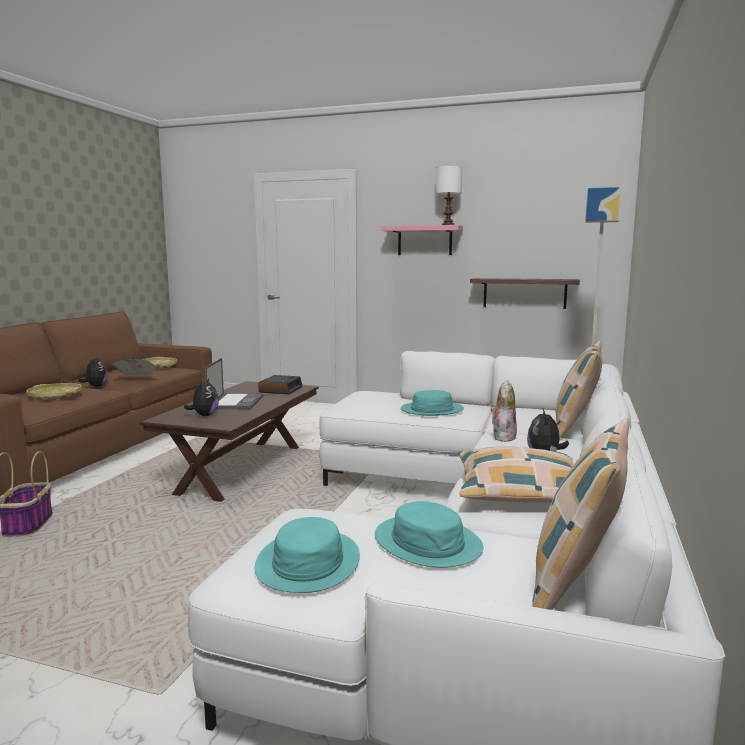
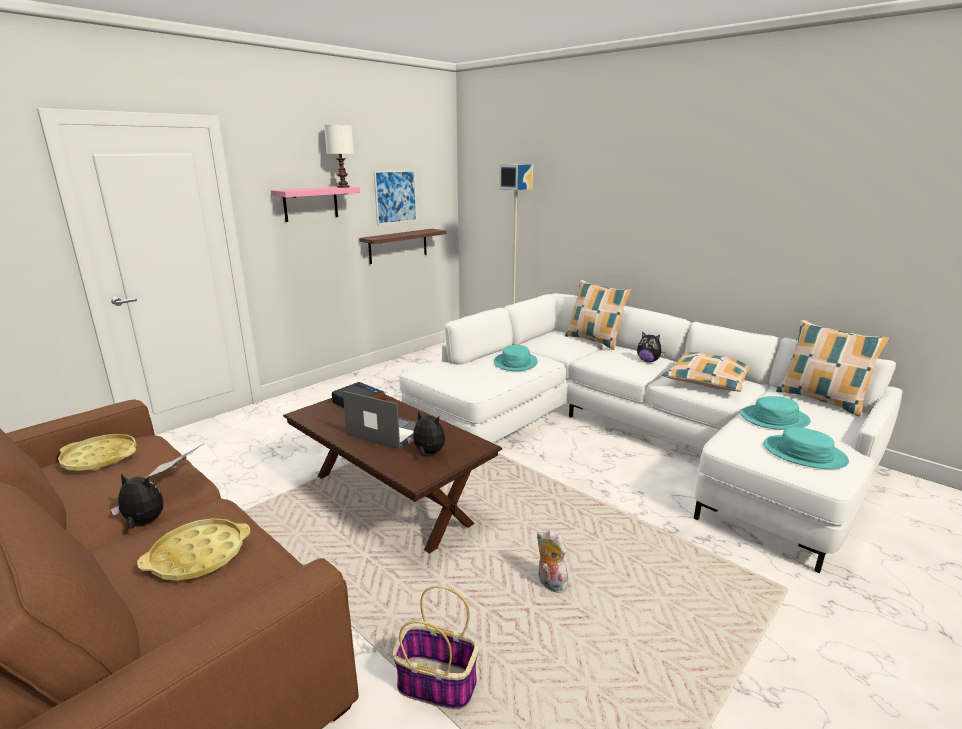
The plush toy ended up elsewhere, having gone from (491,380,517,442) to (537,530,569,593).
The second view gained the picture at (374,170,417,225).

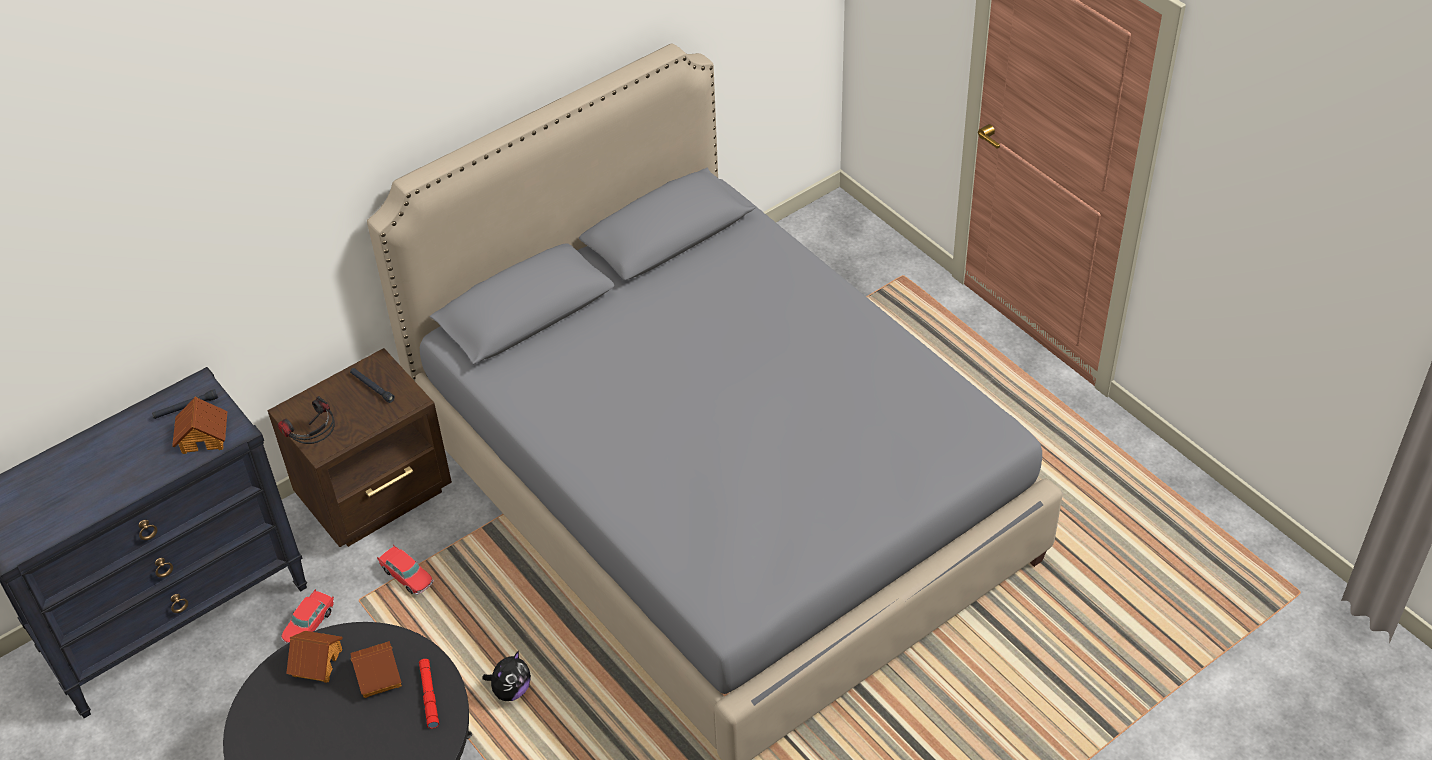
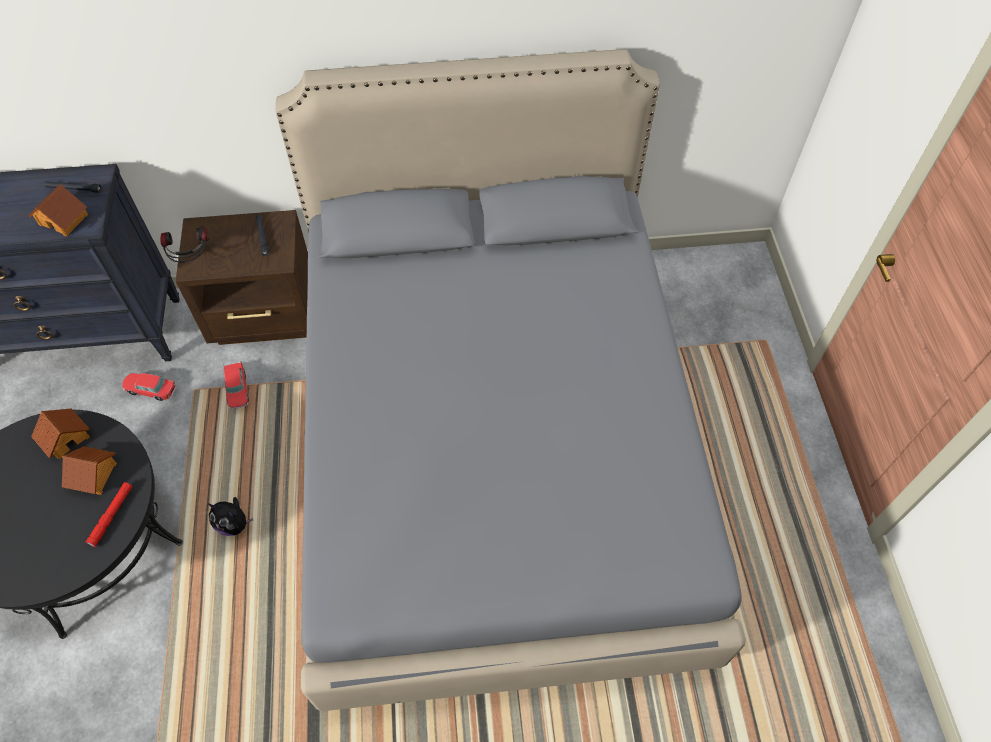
The toy car at (281,589,334,643) ended up facing another way, 45 degrees clockwise from before.
The plush toy at (482,651,531,701) ended up facing another way, 45 degrees clockwise from before.

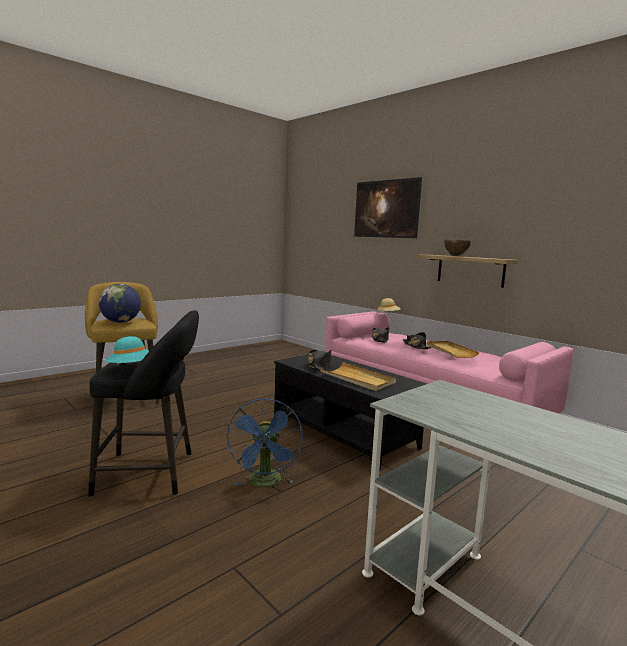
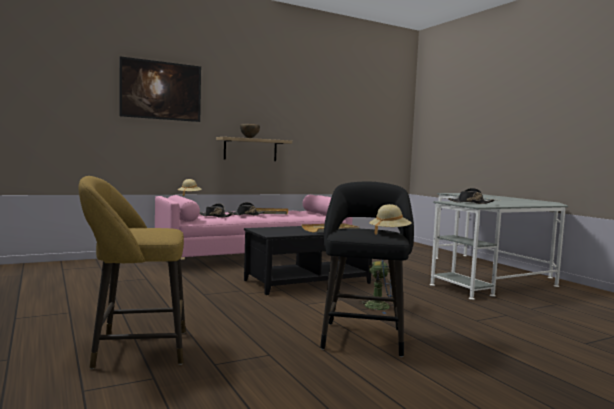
The second view lost the globe at (99,284,141,323).
What was the turquoise hat at (105,336,149,365) turned into the beige hat at (369,204,411,234).
The black hat ended up elsewhere, having gone from (308,349,332,370) to (448,188,495,204).

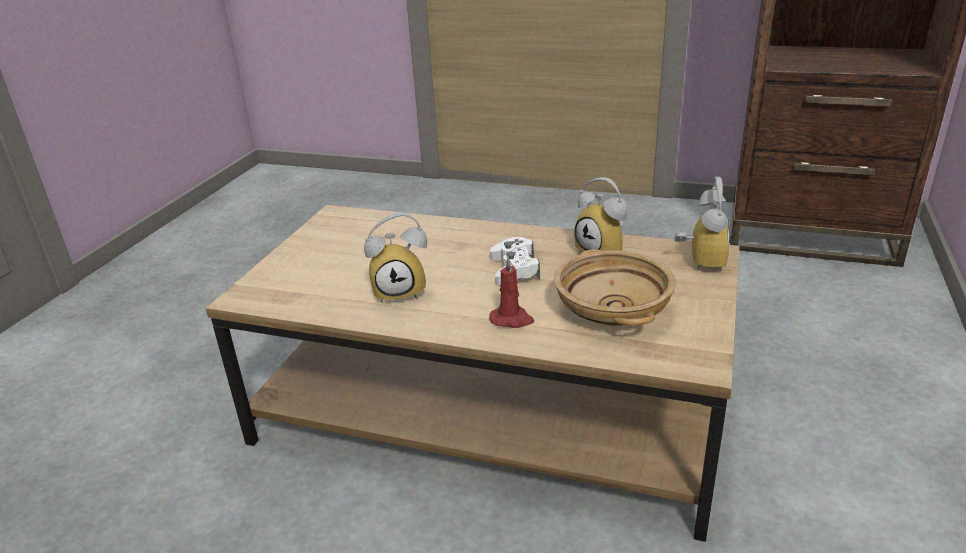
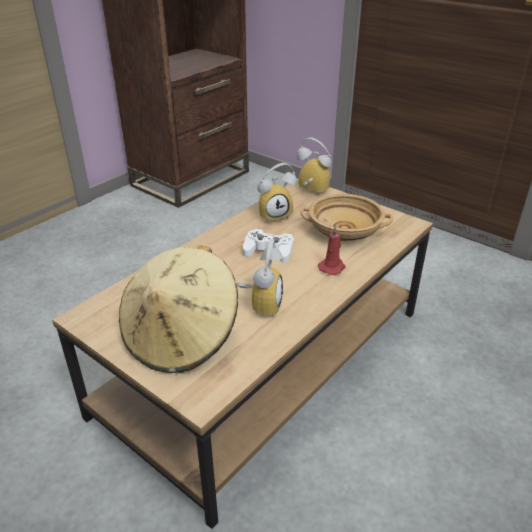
The second view gained the beige hat at (119,245,238,373).

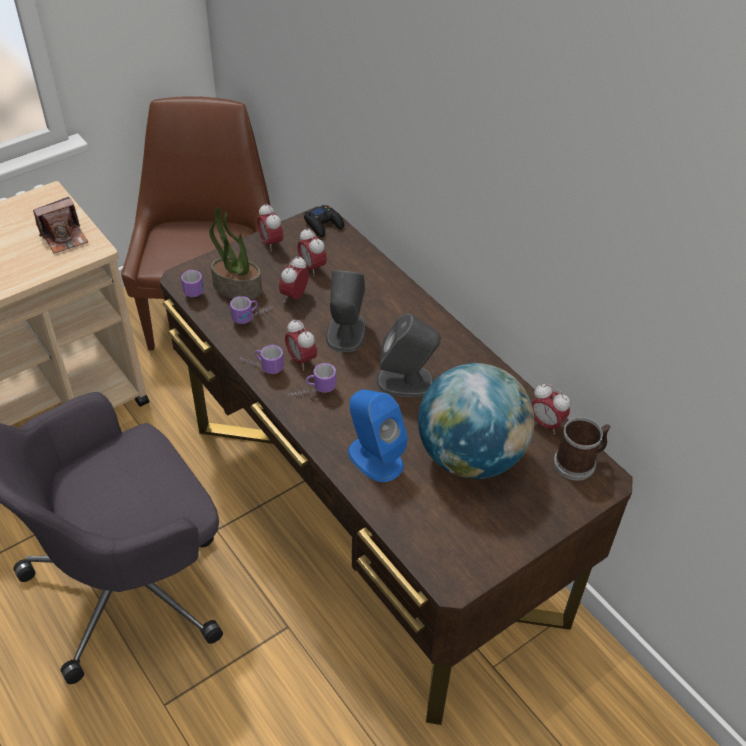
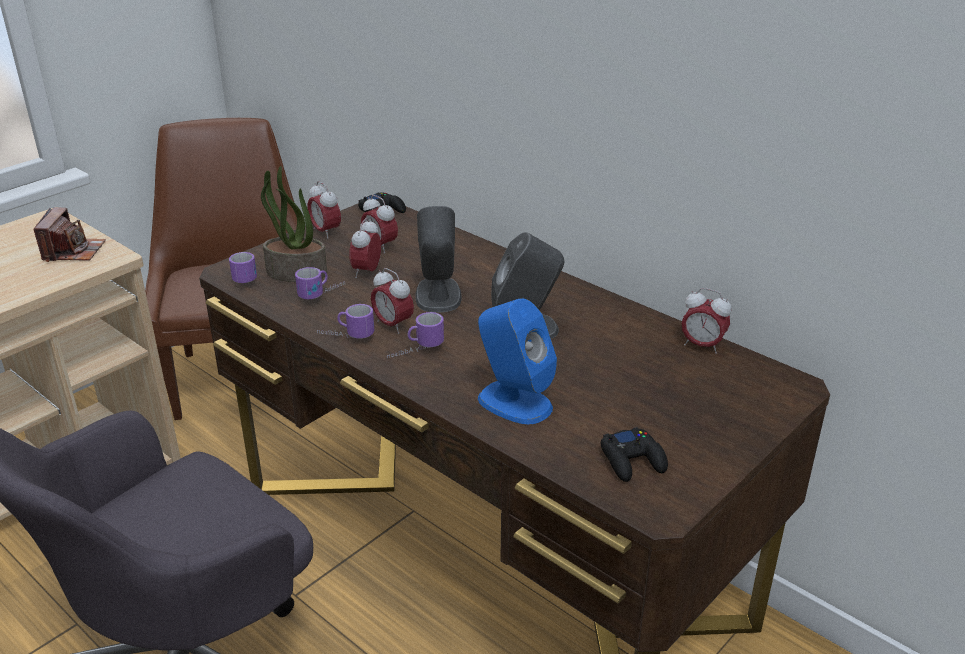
The photo camera at (33,197,88,254) ended up facing another way, 45 degrees counterclockwise from before.
The second view lost the globe at (418,363,534,479).
The second view lost the mug at (554,417,610,481).
The second view gained the black game controller at (601,427,668,482).

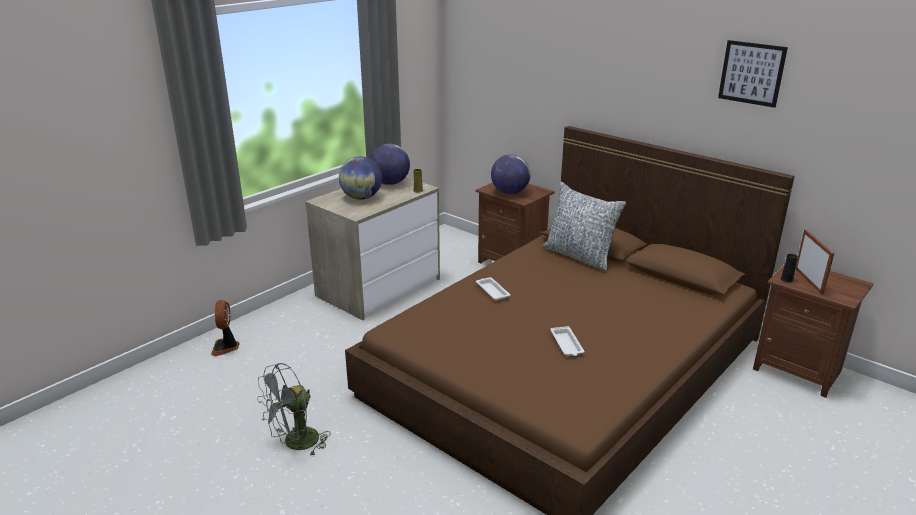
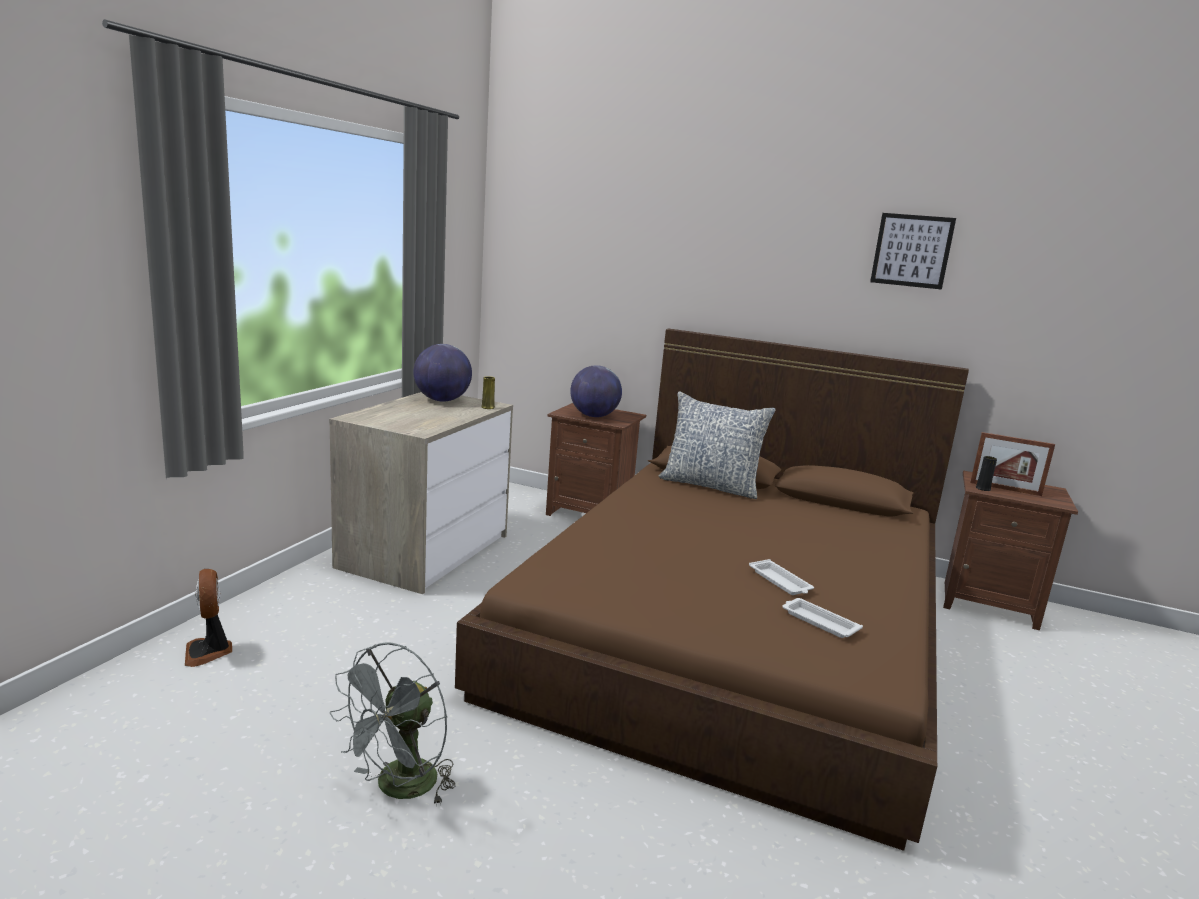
The second view lost the globe at (339,156,382,200).
The white tray ended up elsewhere, having gone from (476,277,511,300) to (782,598,863,638).
The picture frame at (795,230,834,295) ended up facing another way, 135 degrees clockwise from before.

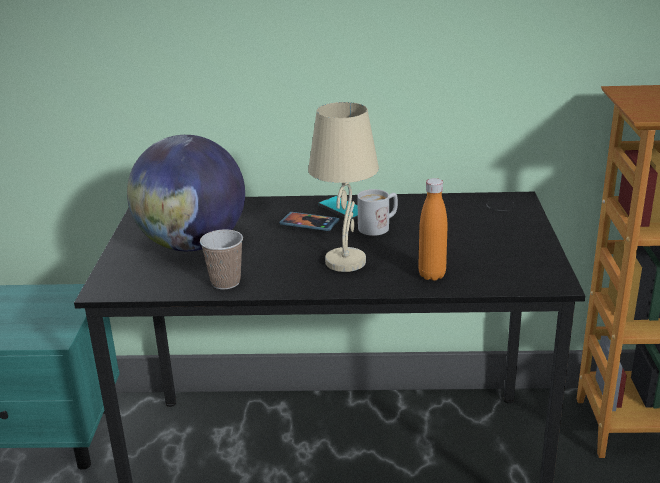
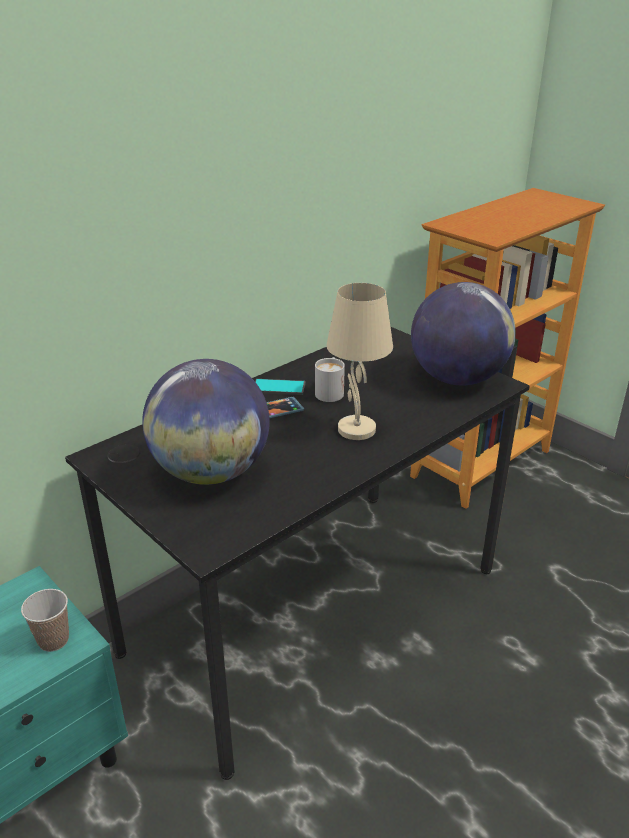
The cup ended up elsewhere, having gone from (200,229,243,289) to (21,589,69,652).
The second view lost the orange bottle at (418,178,447,281).
The second view gained the globe at (411,282,516,386).

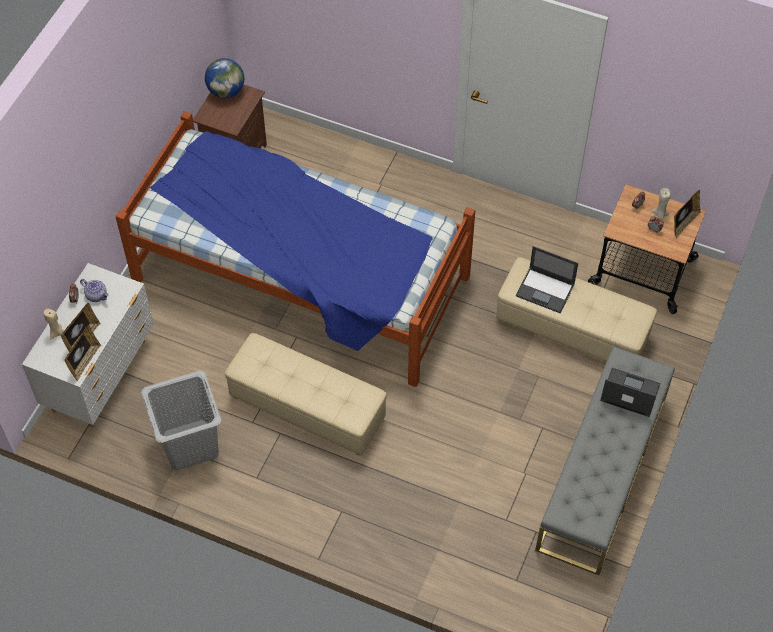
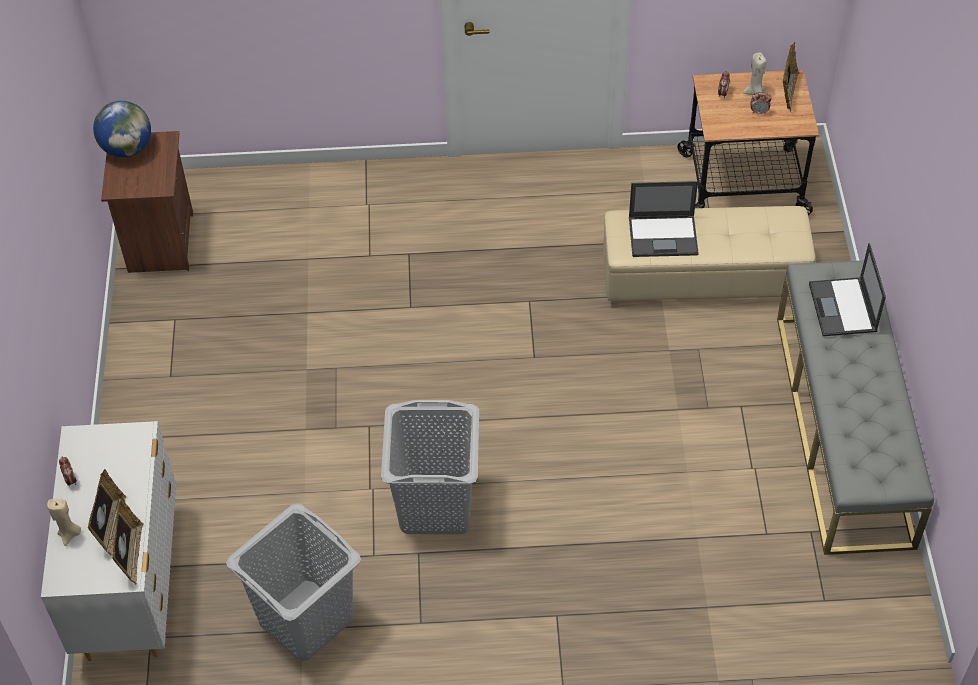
The second view lost the teapot at (80,279,109,302).
The second view lost the bed at (115,111,475,387).
Where the beige ottoman stood at (225,333,387,456), the grey laundry basket came to stand at (381,400,479,534).
The laptop at (600,368,661,417) ended up facing another way, 90 degrees counterclockwise from before.

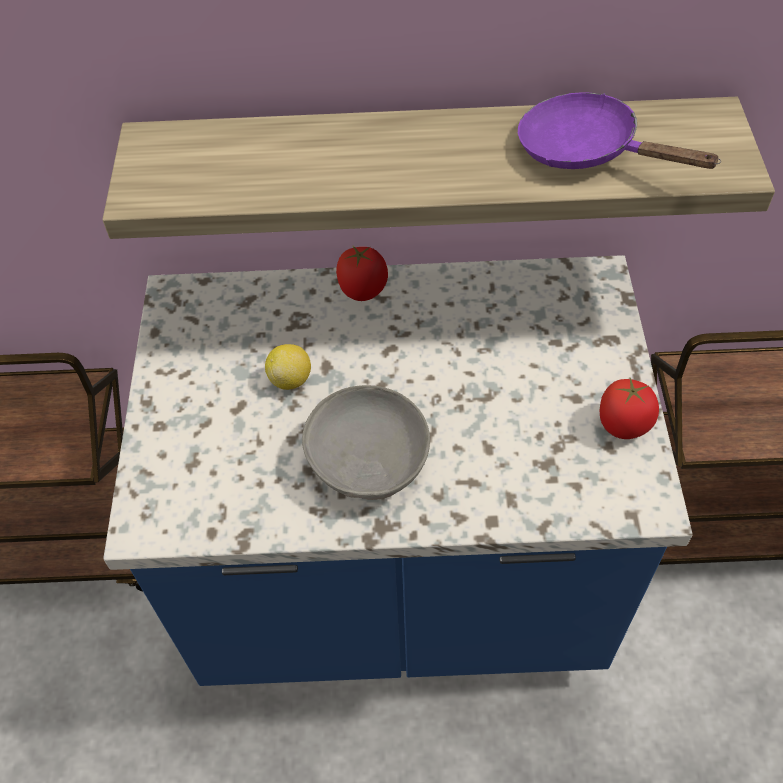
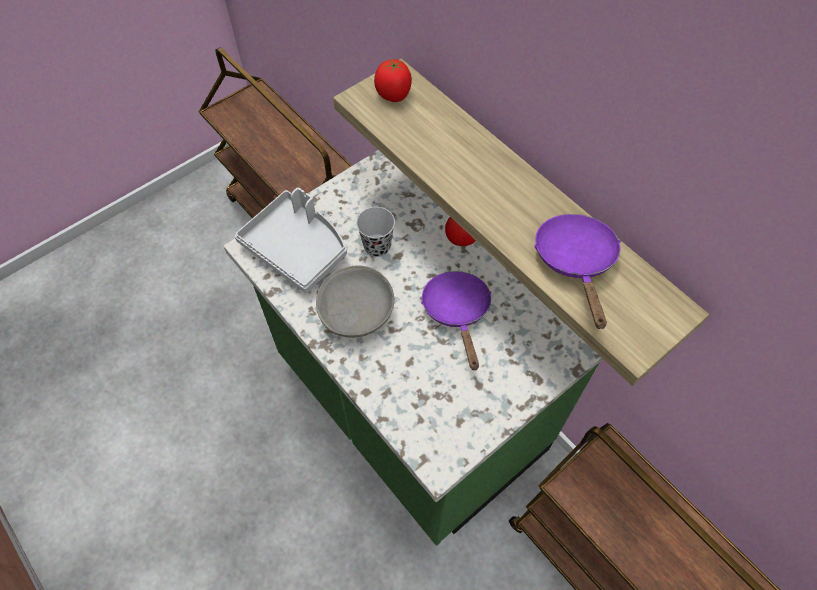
What was the blue counter at (103,255,693,686) turned into the green counter at (224,150,603,546).
Where the lemon stood at (265,344,311,390), the black cup came to stand at (356,207,395,257).
The tomato ended up elsewhere, having gone from (600,378,659,439) to (374,59,412,102).
The second view gained the grey tray at (235,188,347,293).
The second view gained the purple frying pan at (421,271,492,370).

